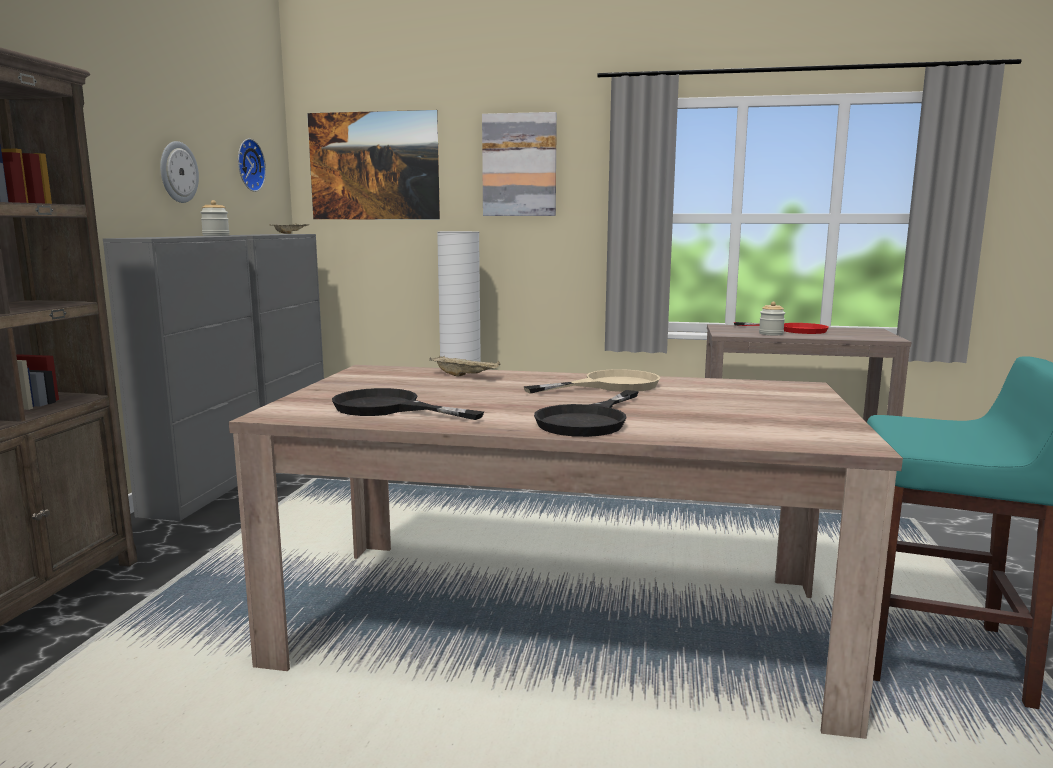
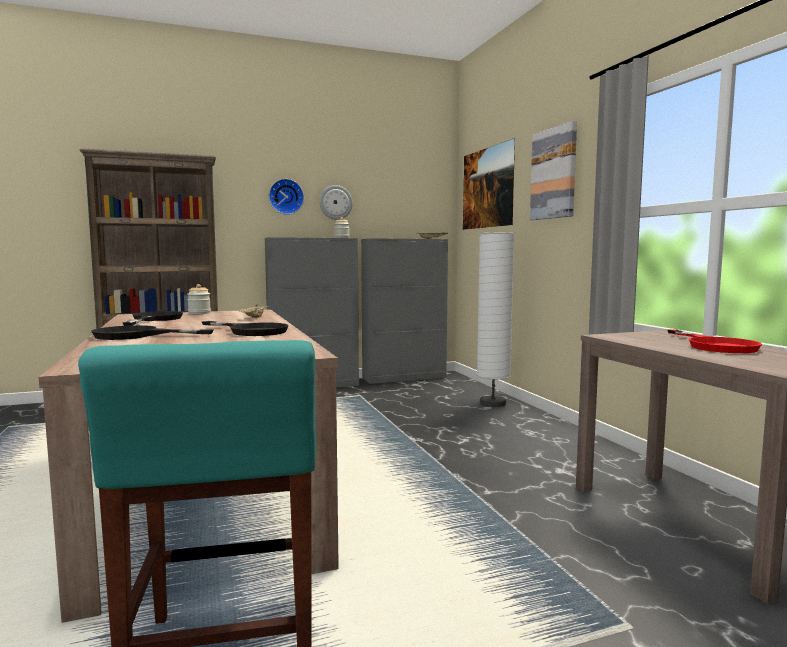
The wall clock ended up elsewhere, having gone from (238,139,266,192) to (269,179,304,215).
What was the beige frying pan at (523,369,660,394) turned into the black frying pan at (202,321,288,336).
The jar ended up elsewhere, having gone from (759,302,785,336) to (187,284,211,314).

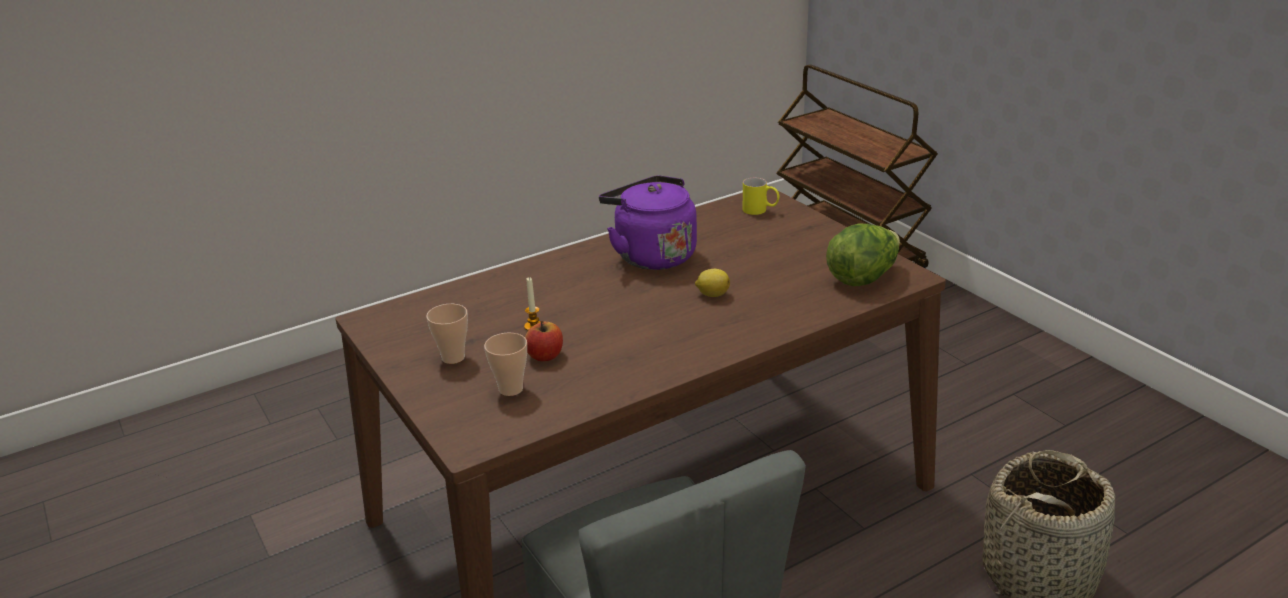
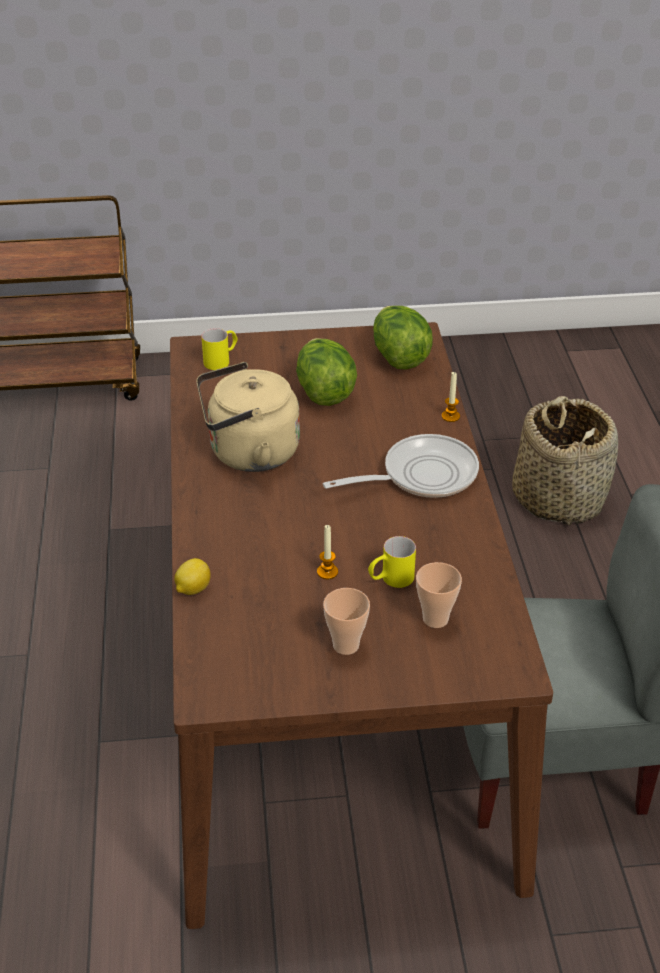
Where the apple stood at (525,321,563,361), the yellow mug came to stand at (368,536,416,588).
What was the purple kettle at (599,175,697,270) turned into the beige kettle at (196,362,300,472).
The lemon ended up elsewhere, having gone from (695,269,730,297) to (174,558,211,595).
The second view gained the lettuce at (296,338,357,406).
The second view gained the frying pan at (323,434,479,498).
The second view gained the candle at (442,372,460,422).

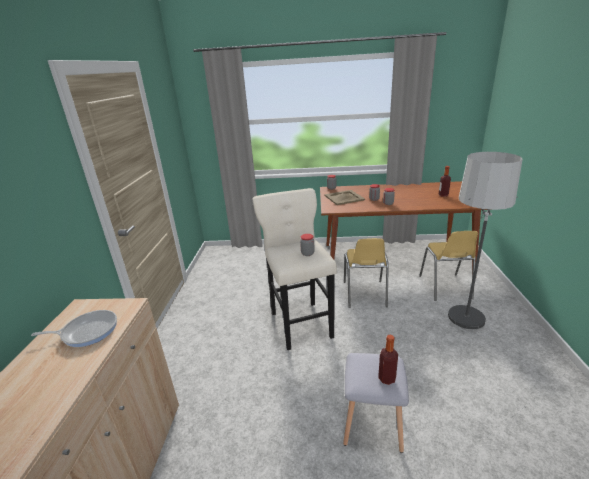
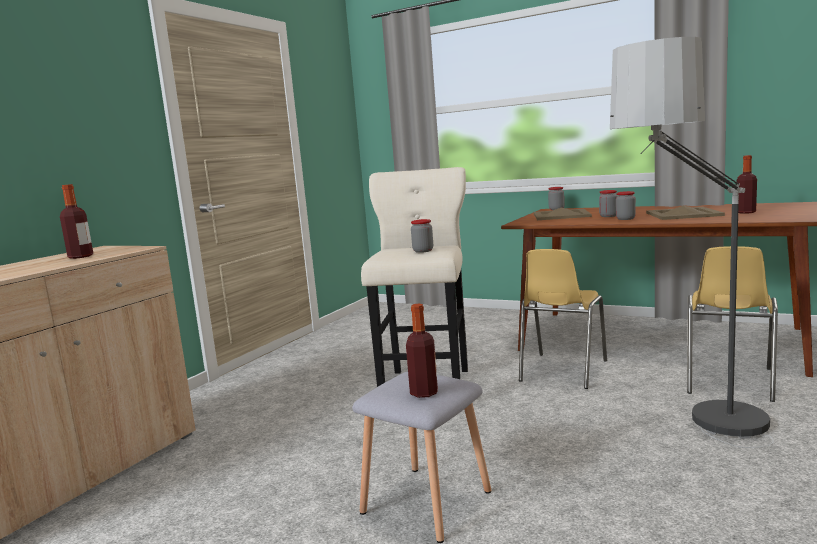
Where the frying pan stood at (31,310,117,347), the bottle came to stand at (60,184,93,259).
The second view gained the beige tray at (646,206,725,220).

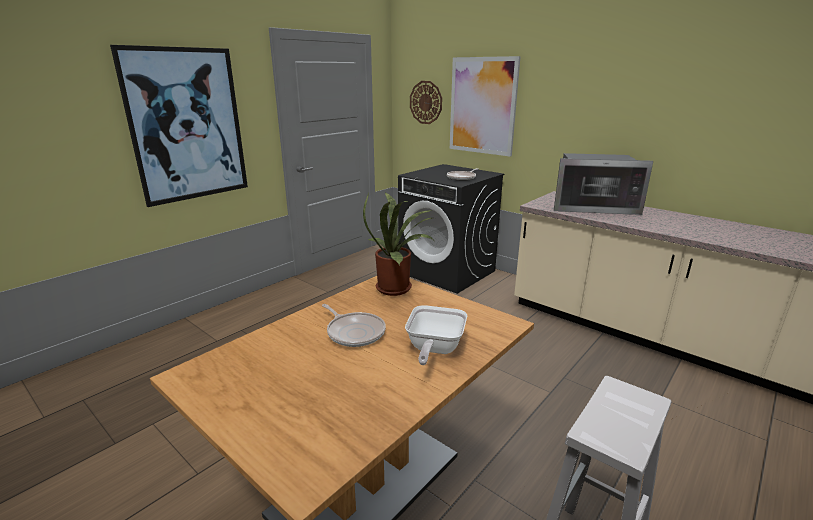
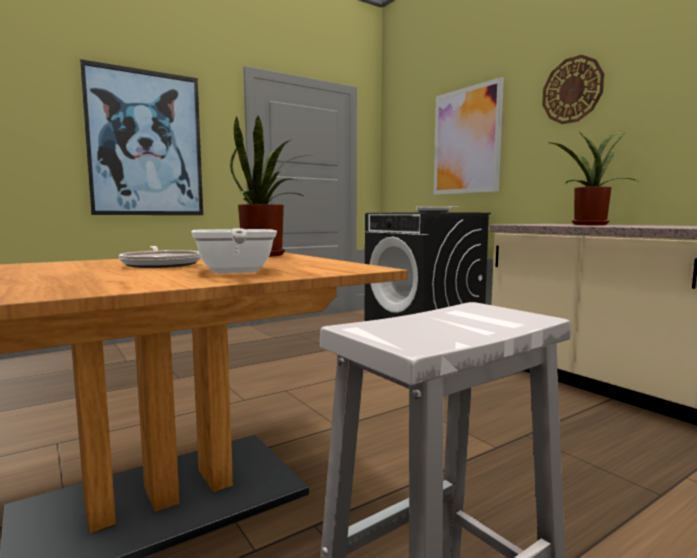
The frying pan at (405,305,467,365) ended up facing another way, 45 degrees counterclockwise from before.
The wall clock ended up elsewhere, having gone from (410,81,442,124) to (542,55,604,124).
Where the microwave stood at (554,153,653,215), the potted plant came to stand at (546,128,637,225).

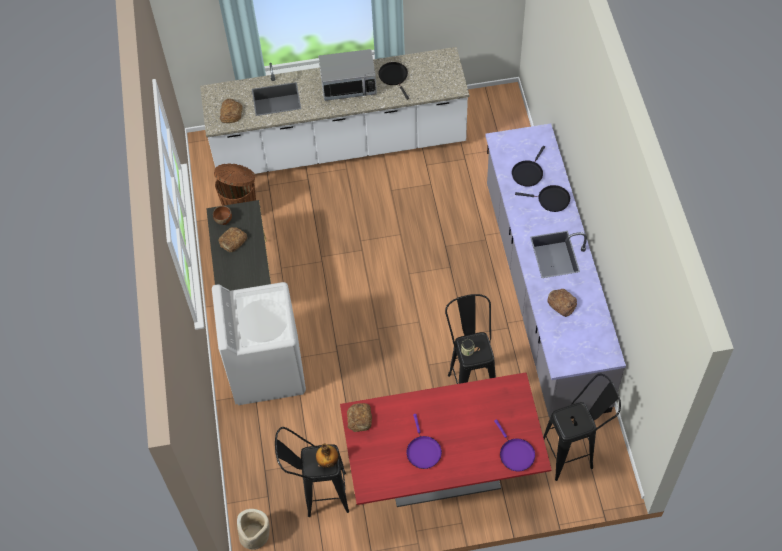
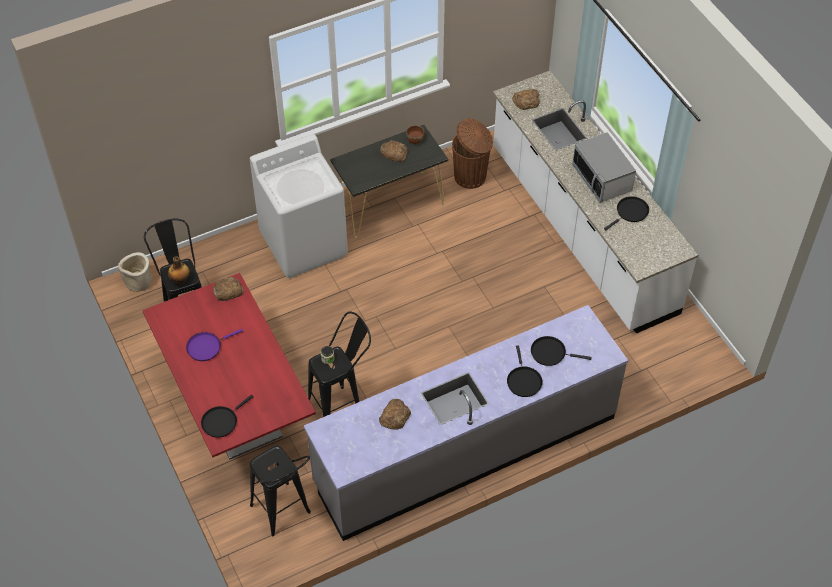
What was the purple frying pan at (494,419,535,471) turned into the black frying pan at (201,395,254,438).

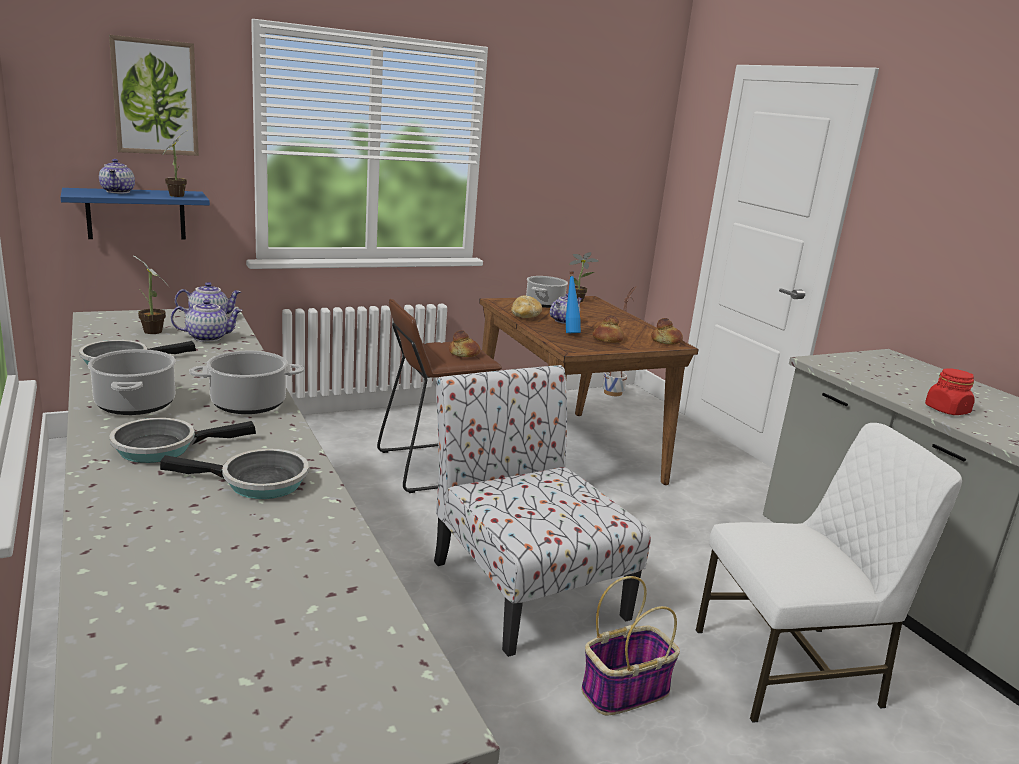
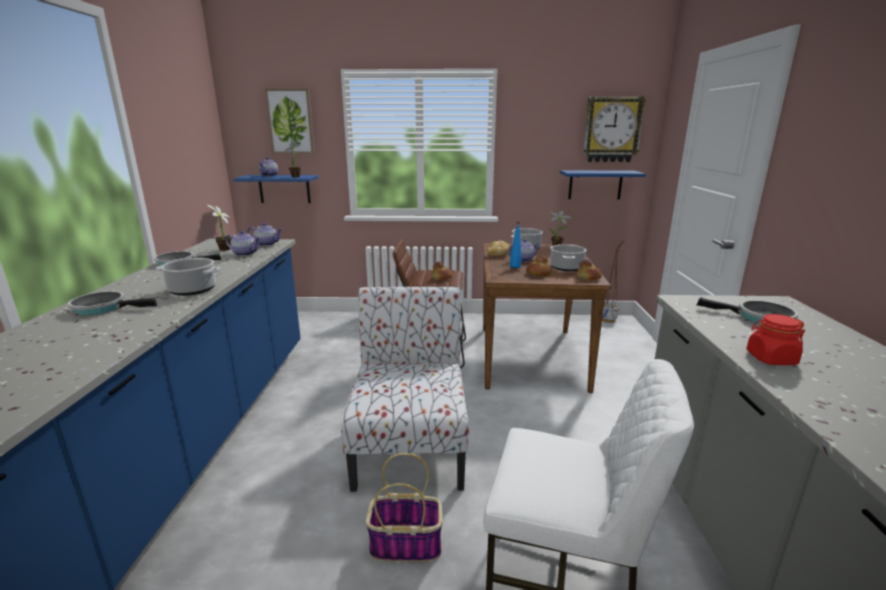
The cooking pot ended up elsewhere, having gone from (88,349,176,415) to (550,244,586,272).
The frying pan ended up elsewhere, having gone from (160,449,308,499) to (697,297,798,324).
The second view gained the blue shelf at (560,170,646,199).
The second view gained the wall clock at (583,97,646,162).

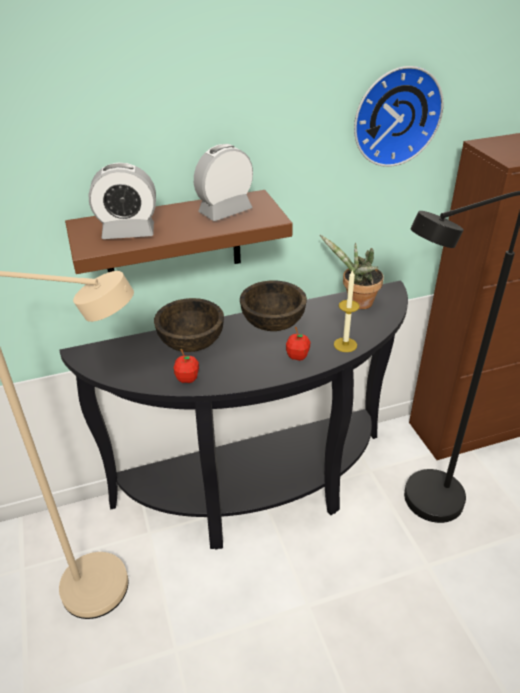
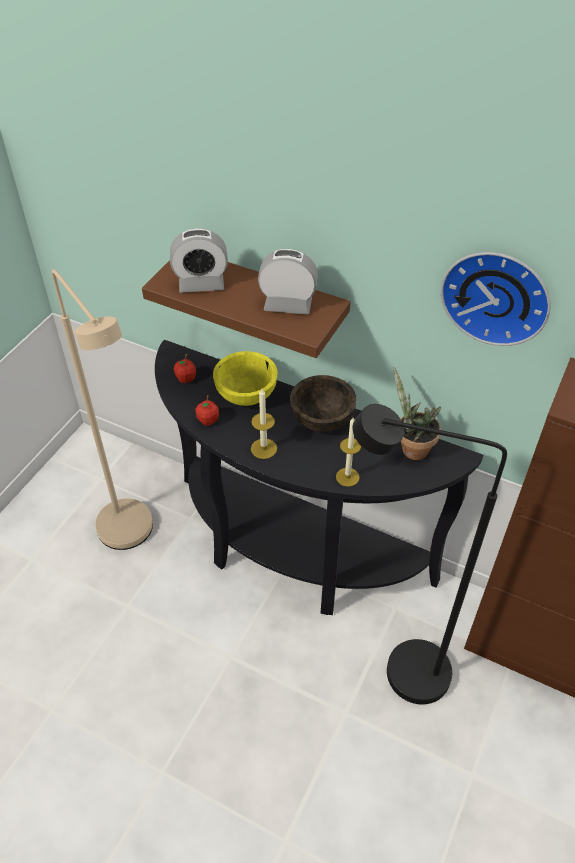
The alarm clock at (88,163,156,239) ended up facing another way, 45 degrees counterclockwise from before.
What was the brown bowl at (154,298,224,352) turned into the yellow bowl at (213,351,278,406).
The apple ended up elsewhere, having gone from (286,327,310,361) to (174,354,196,383).
The second view gained the candle at (251,389,277,459).

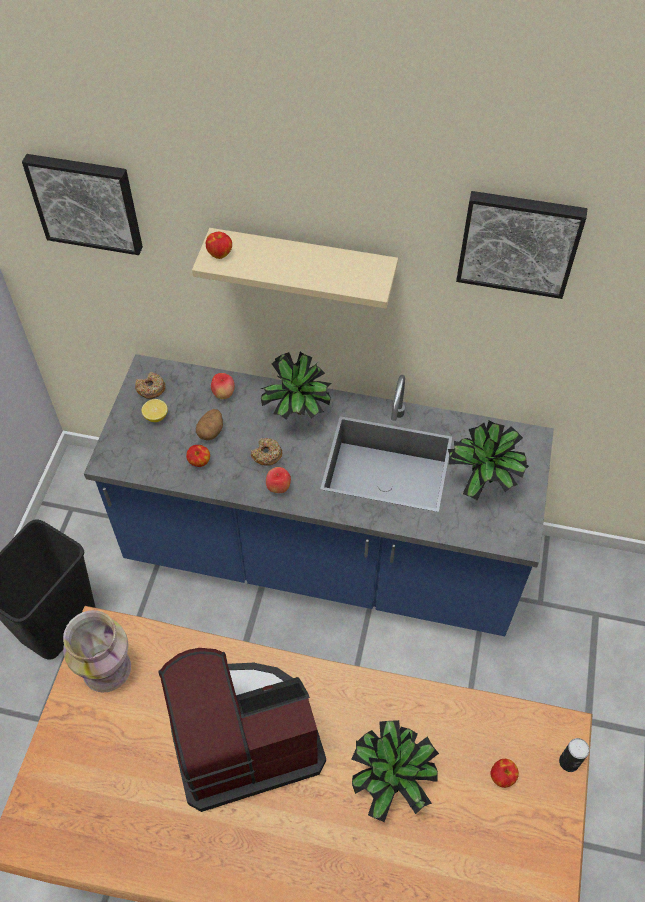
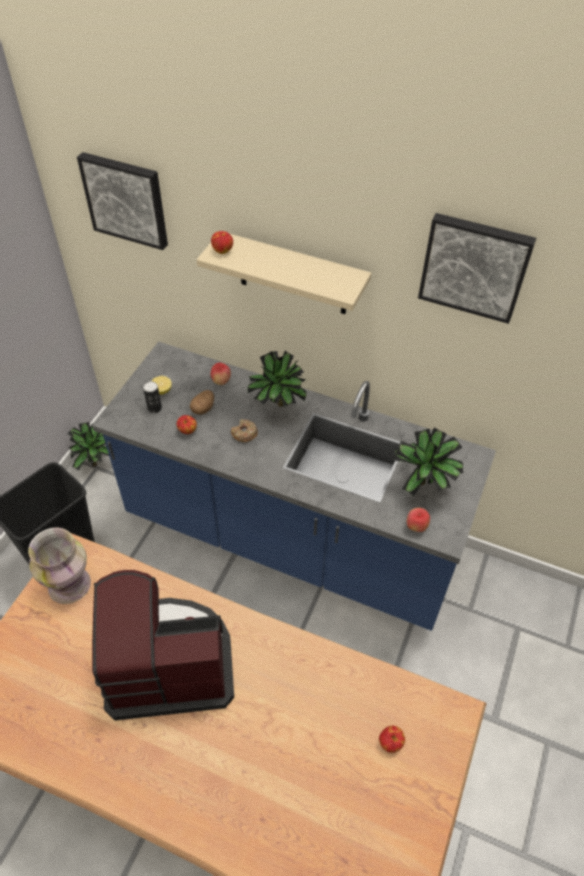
The second view lost the donut at (135,372,166,399).
The apple ended up elsewhere, having gone from (266,467,291,493) to (407,508,430,532).
The potted plant ended up elsewhere, having gone from (351,720,439,822) to (67,422,109,471).
The can ended up elsewhere, having gone from (559,738,590,772) to (143,381,162,413).

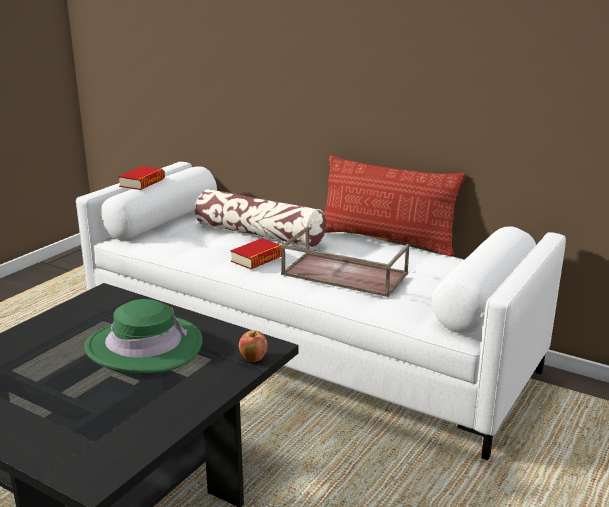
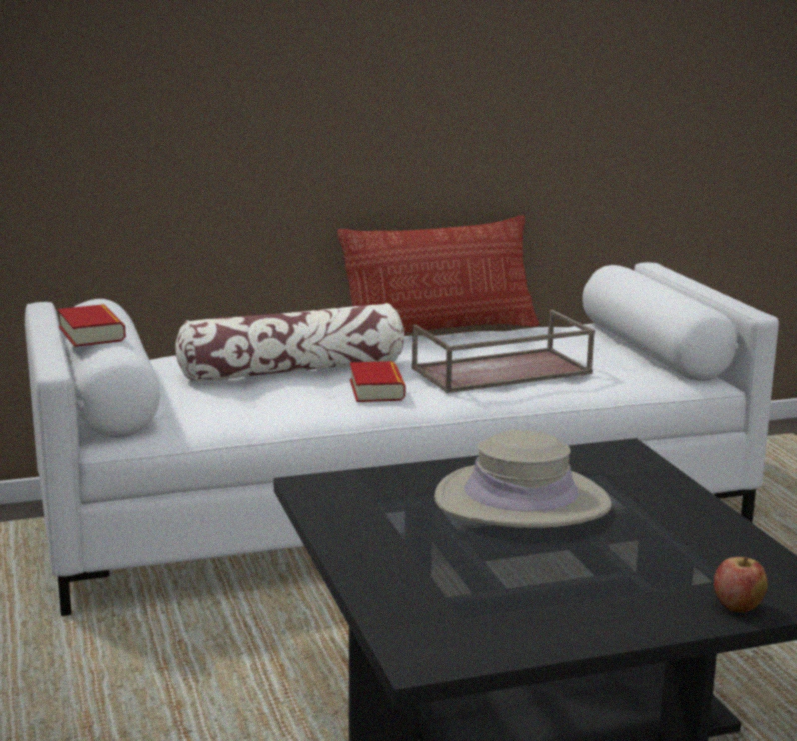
What was the green hat at (84,299,203,373) turned into the beige hat at (434,430,612,528).
The apple ended up elsewhere, having gone from (239,330,268,362) to (714,556,768,613).

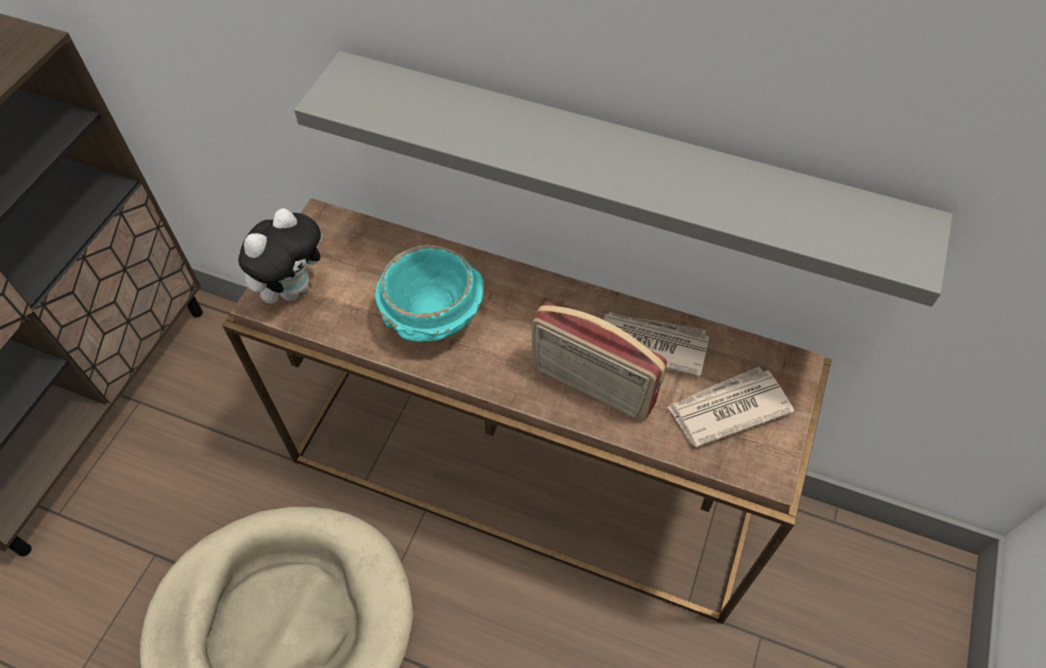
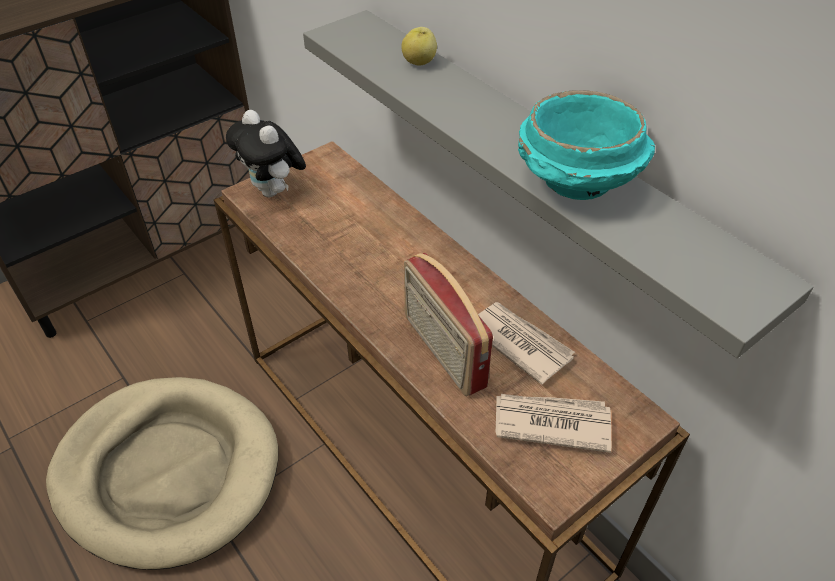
The plush toy at (238,208,323,304) ended up facing another way, 75 degrees clockwise from before.
The turquoise bowl ended up elsewhere, having gone from (375,245,484,342) to (518,90,655,200).
The second view gained the apple at (401,27,437,65).

